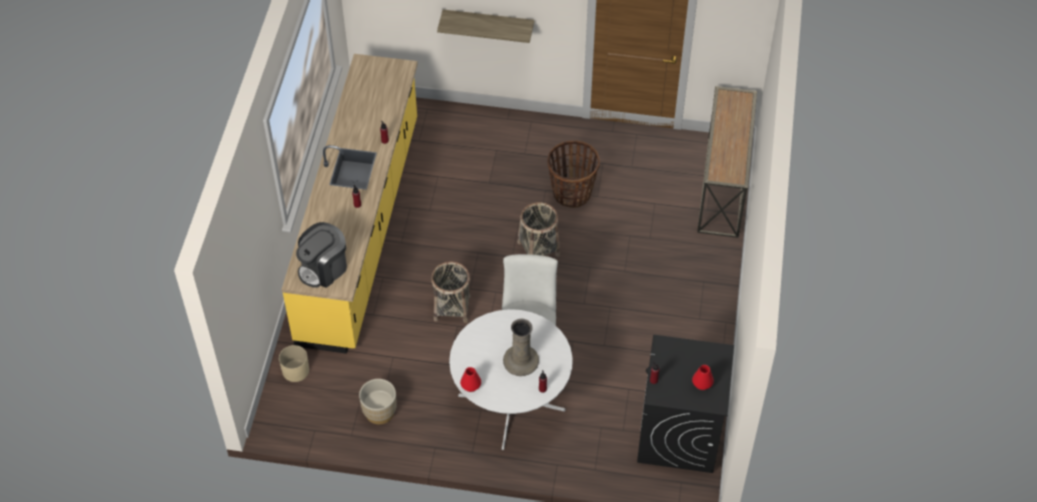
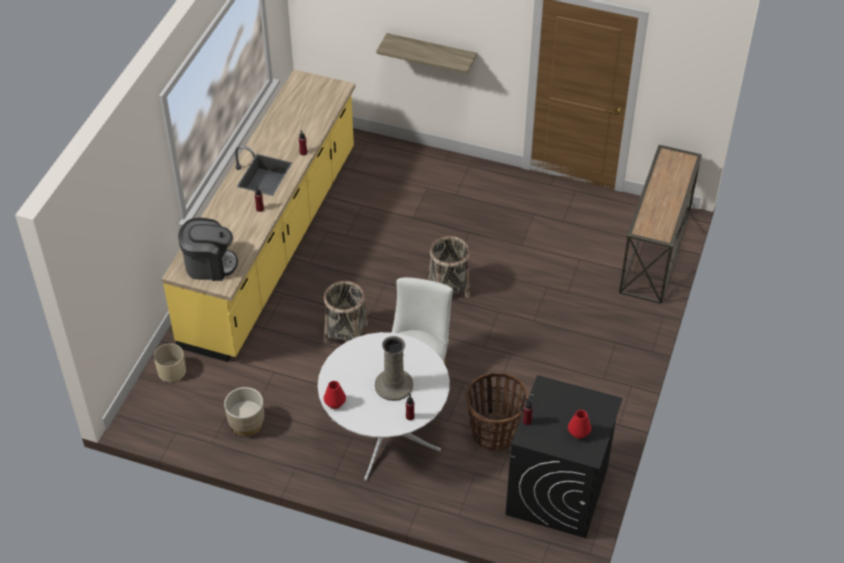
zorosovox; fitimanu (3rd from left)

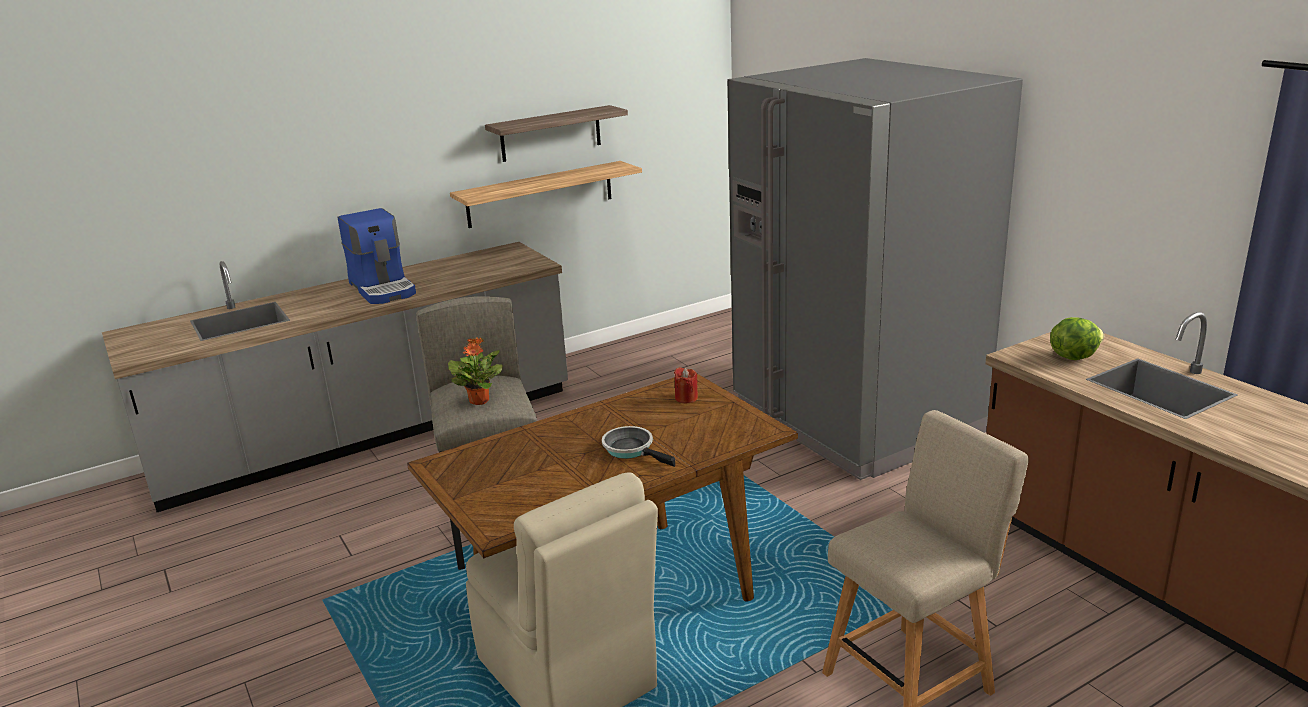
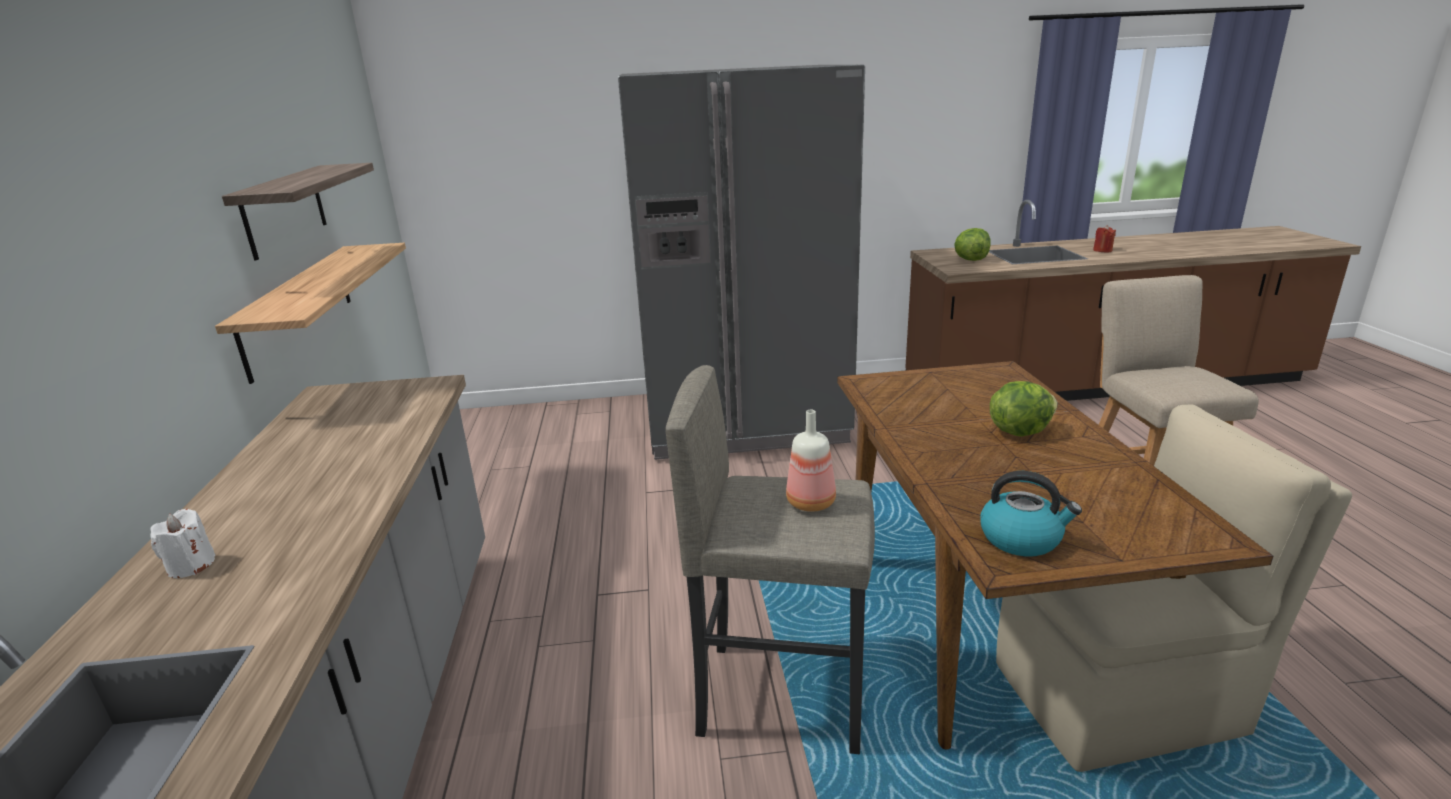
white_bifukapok; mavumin; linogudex; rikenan (2nd from left); red_bifukapok; zorosovox

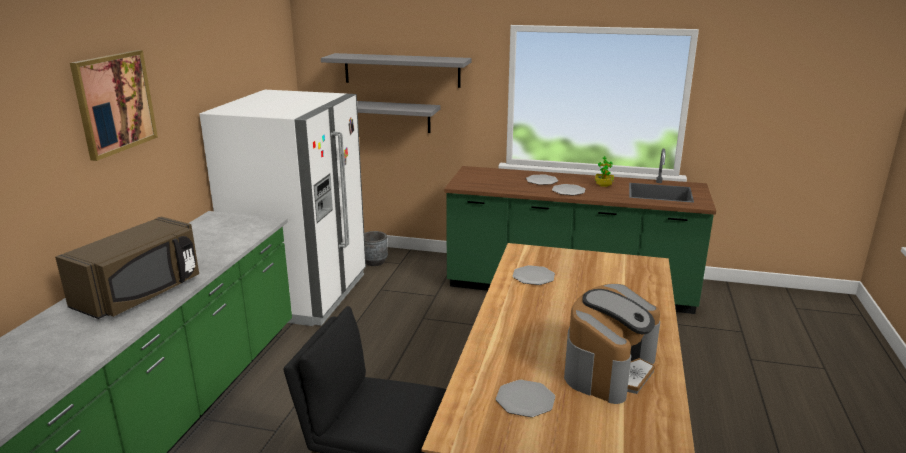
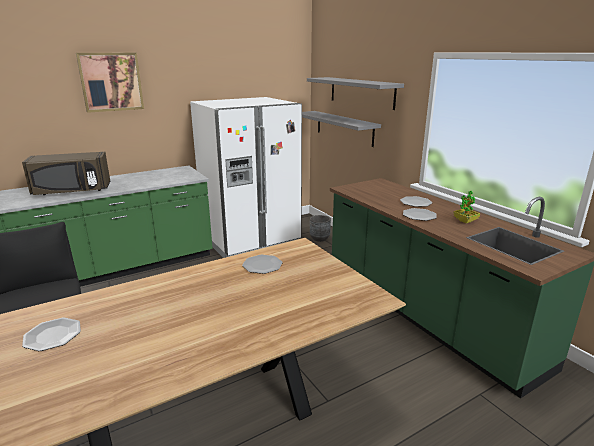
zorosovox

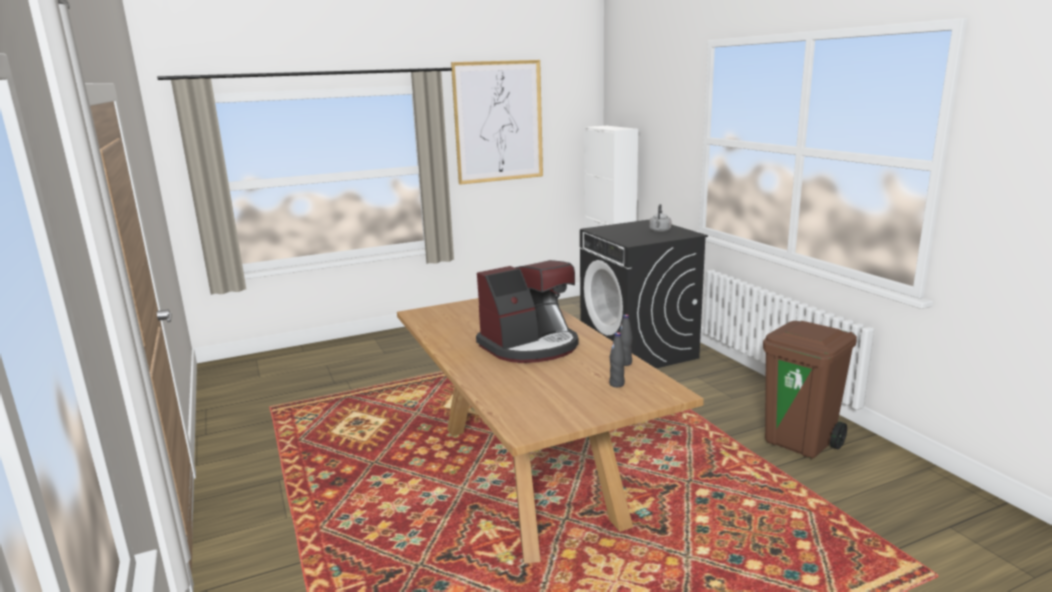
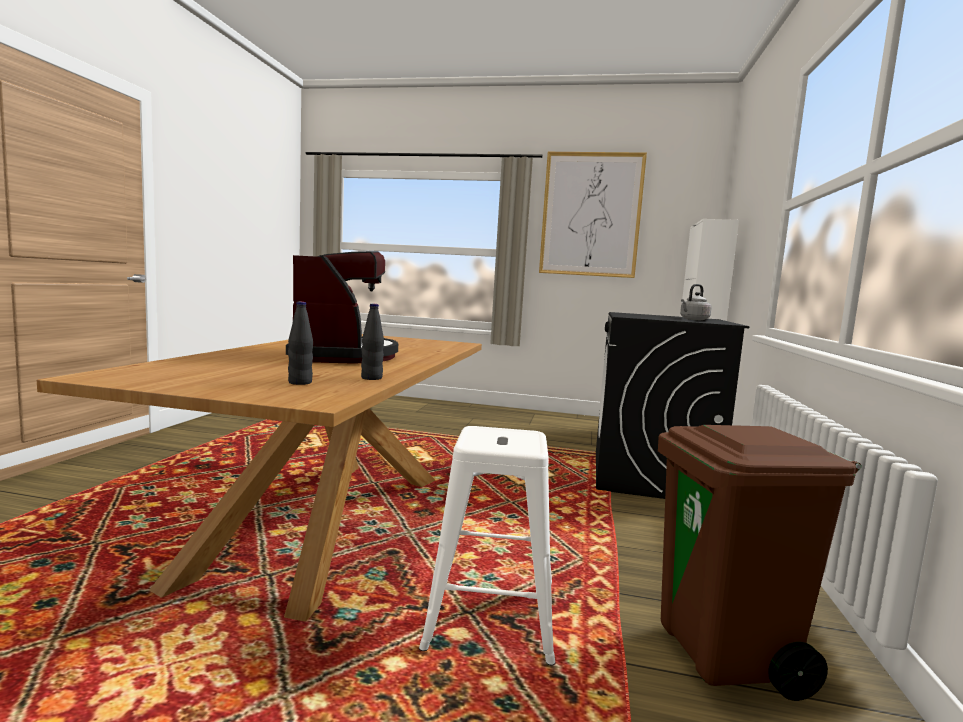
zorosovox; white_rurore

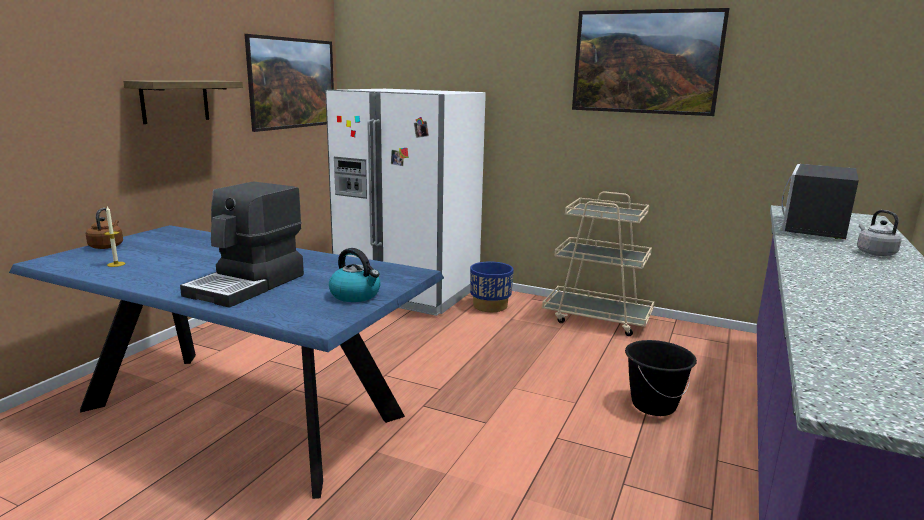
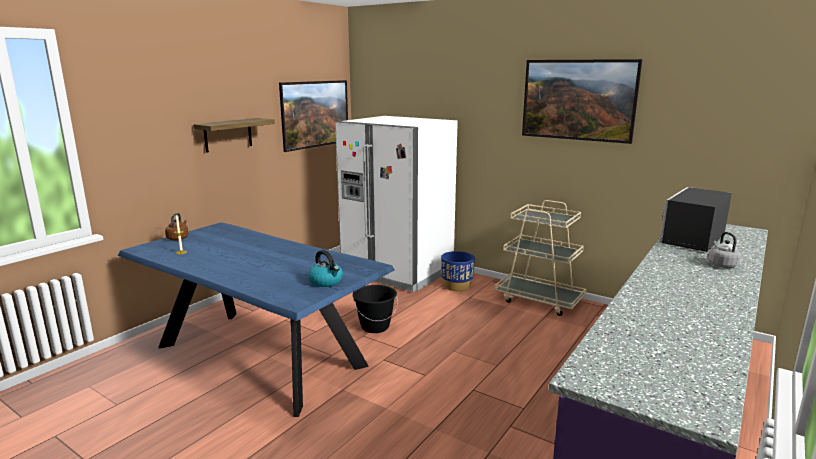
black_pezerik; zorosovox

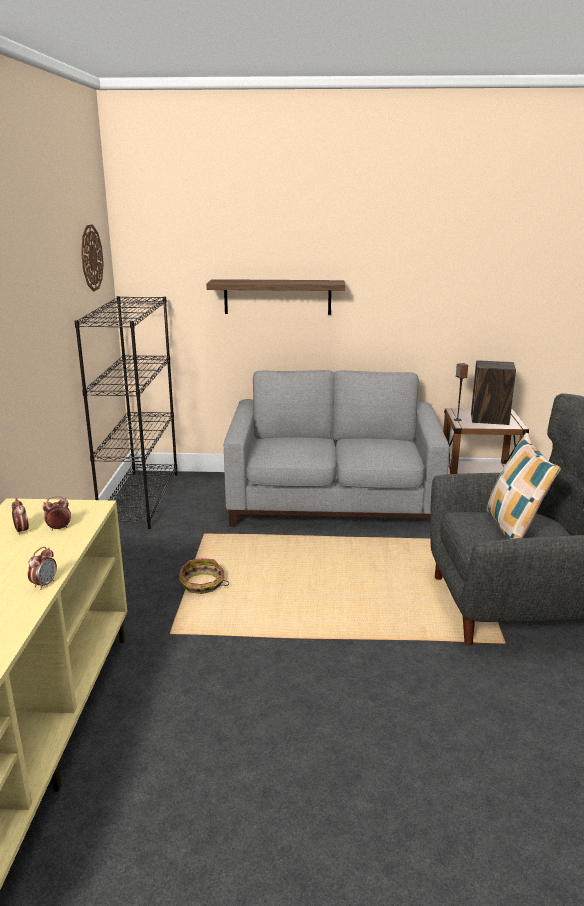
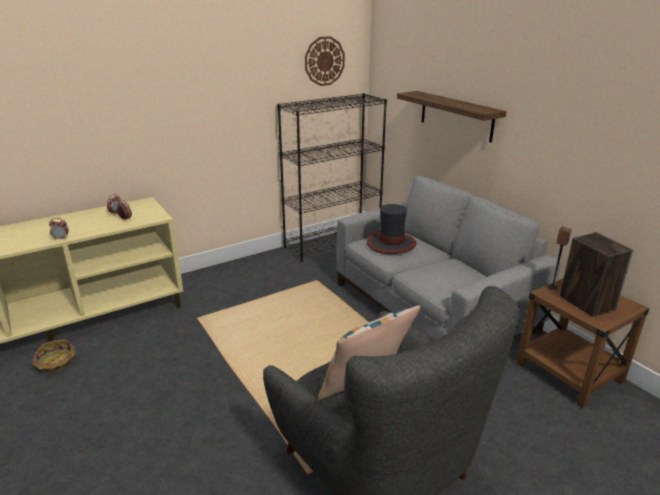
fitimanu; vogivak

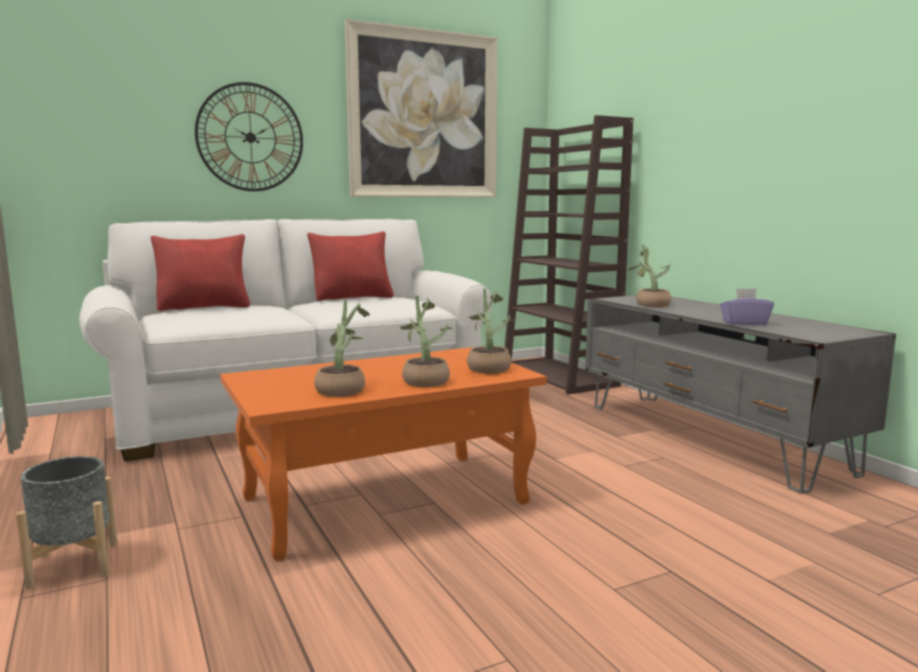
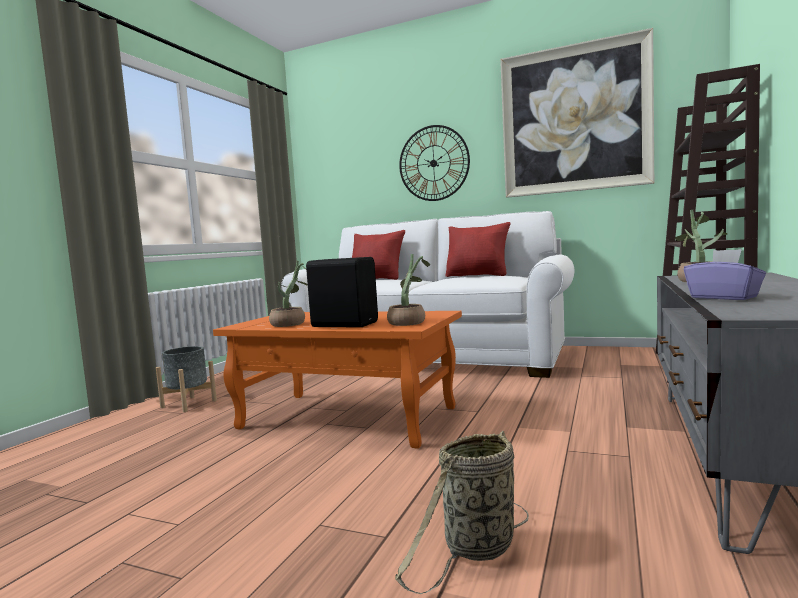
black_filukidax; fitimanu

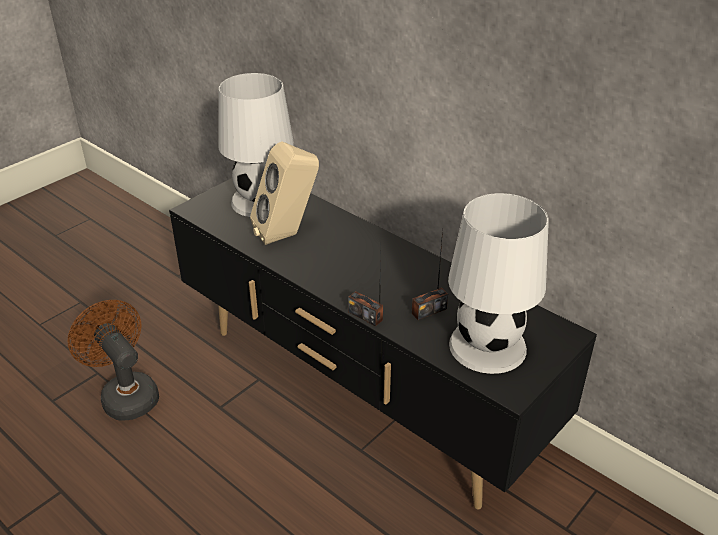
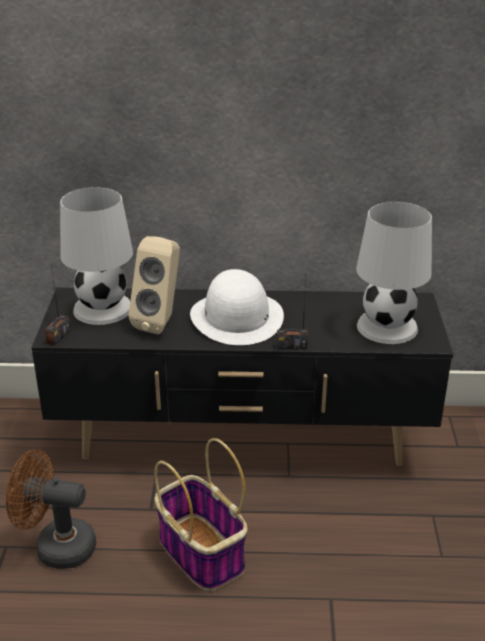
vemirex (1st from left); fitimanu; white_vogivak

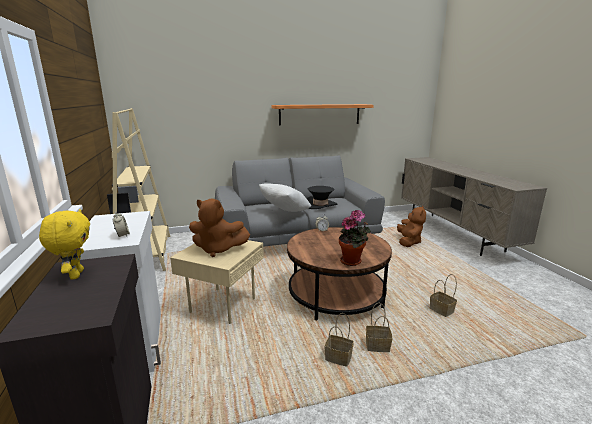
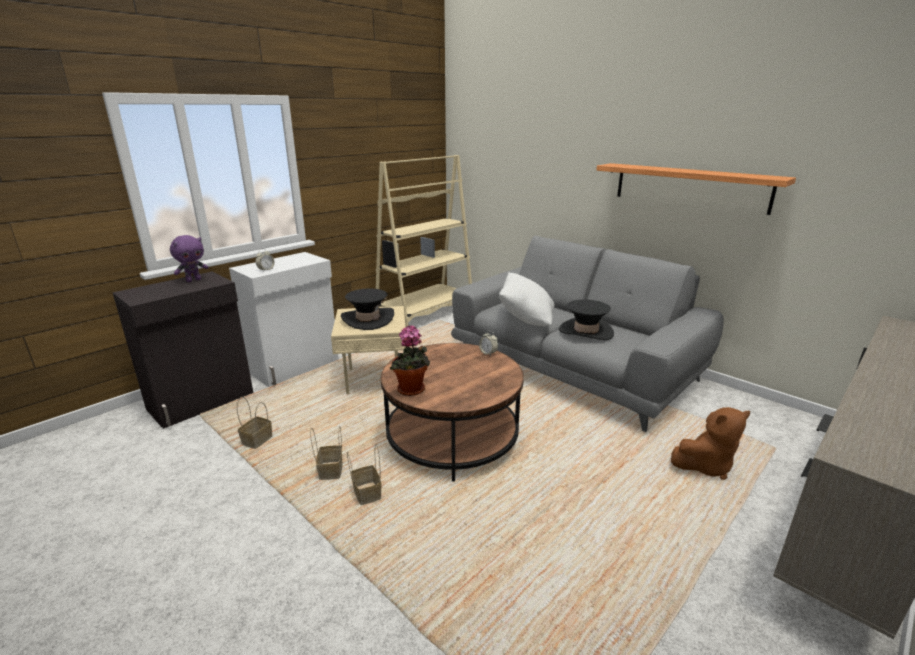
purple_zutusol; fitimanu (1st from left); black_vogivak (1st from left)

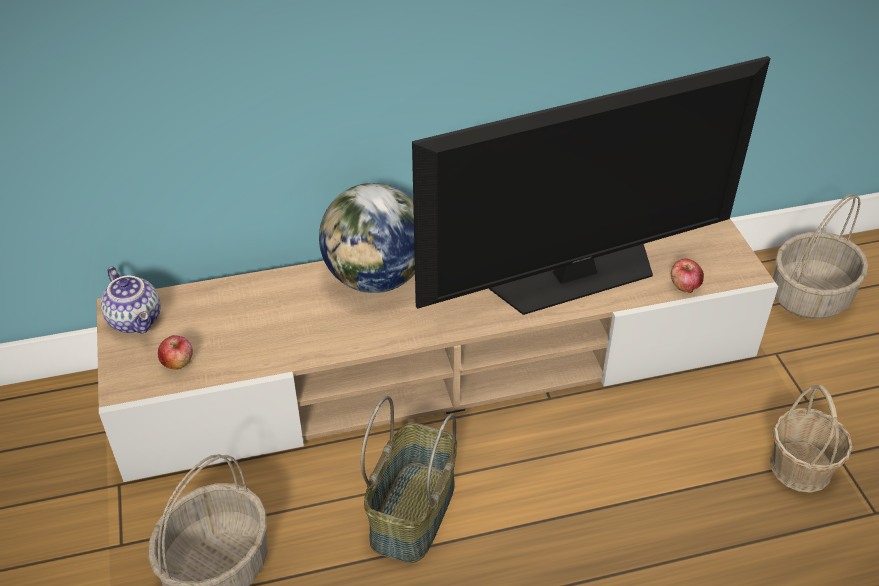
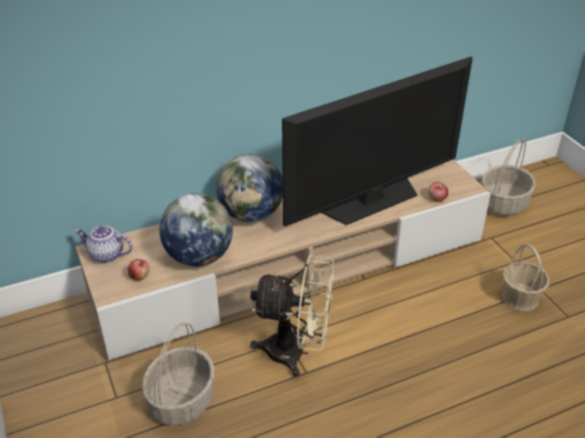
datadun; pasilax (1st from left); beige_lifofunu

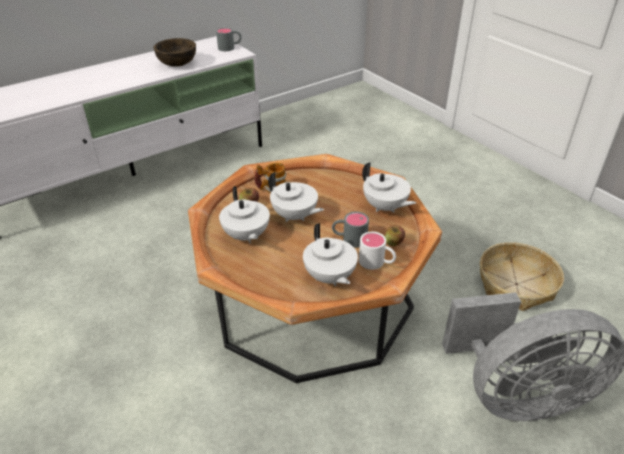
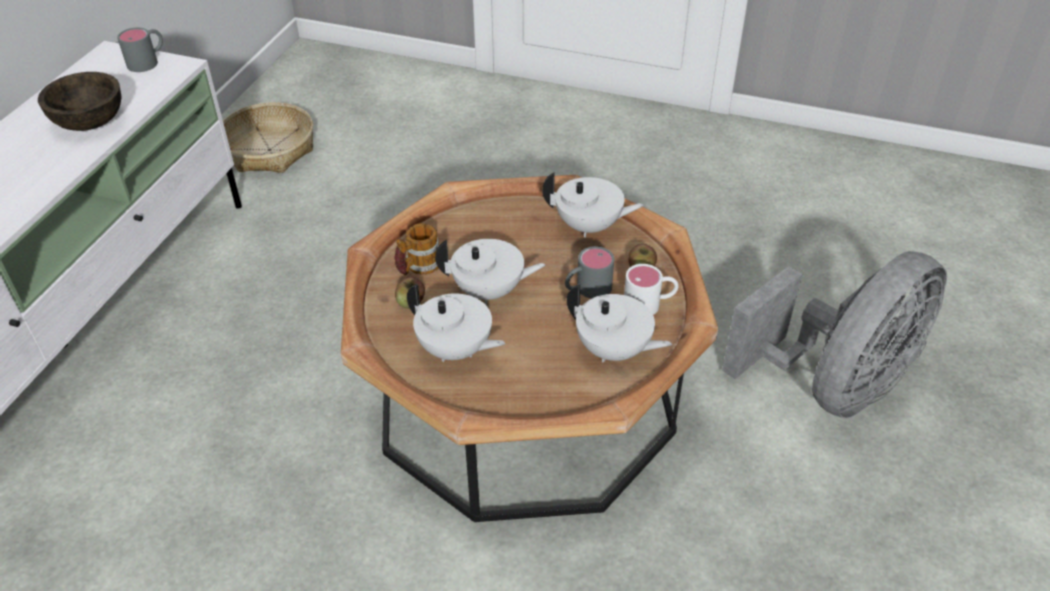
fitimanu

